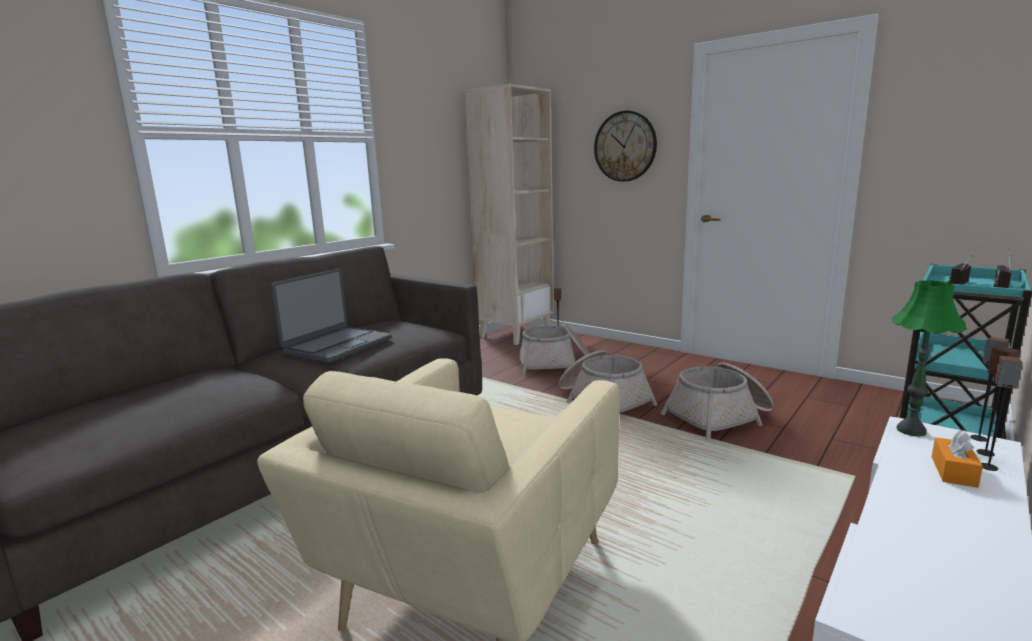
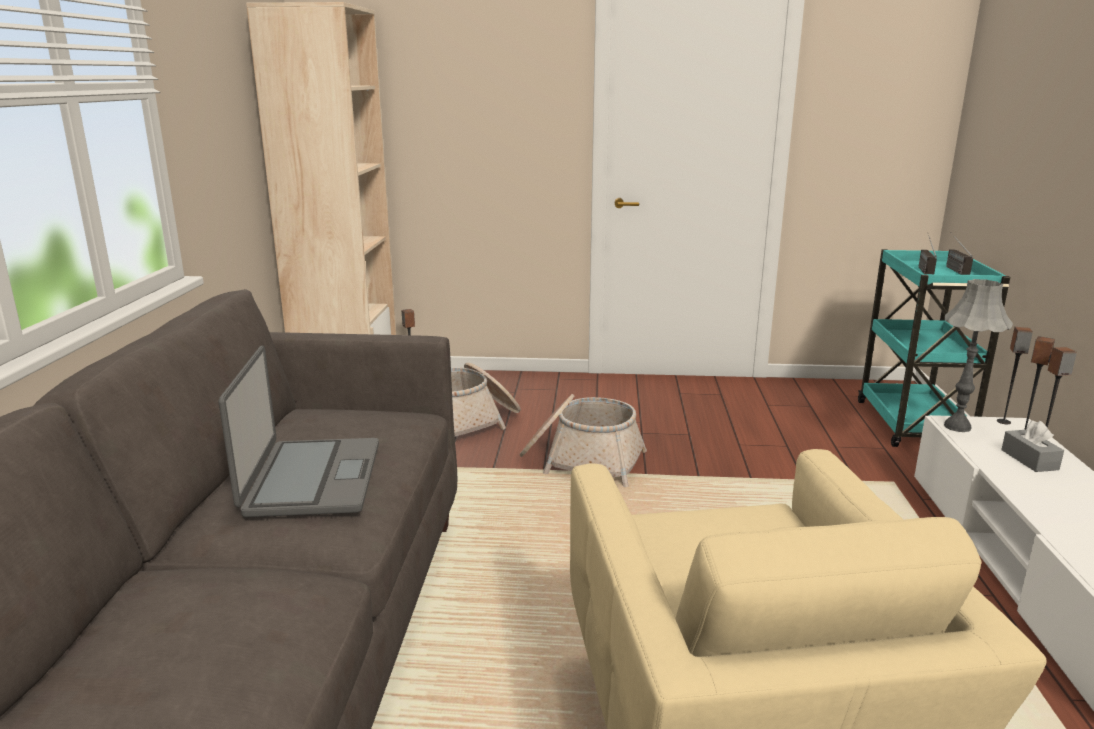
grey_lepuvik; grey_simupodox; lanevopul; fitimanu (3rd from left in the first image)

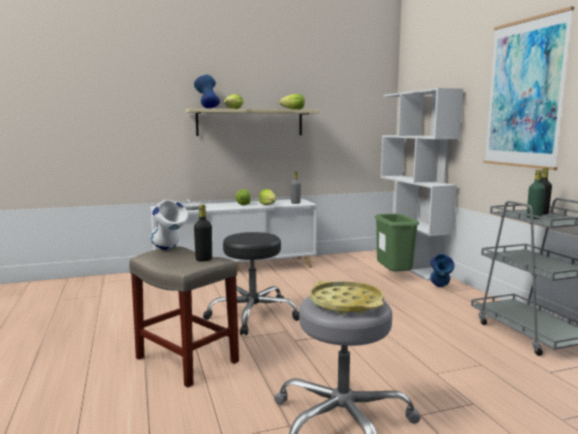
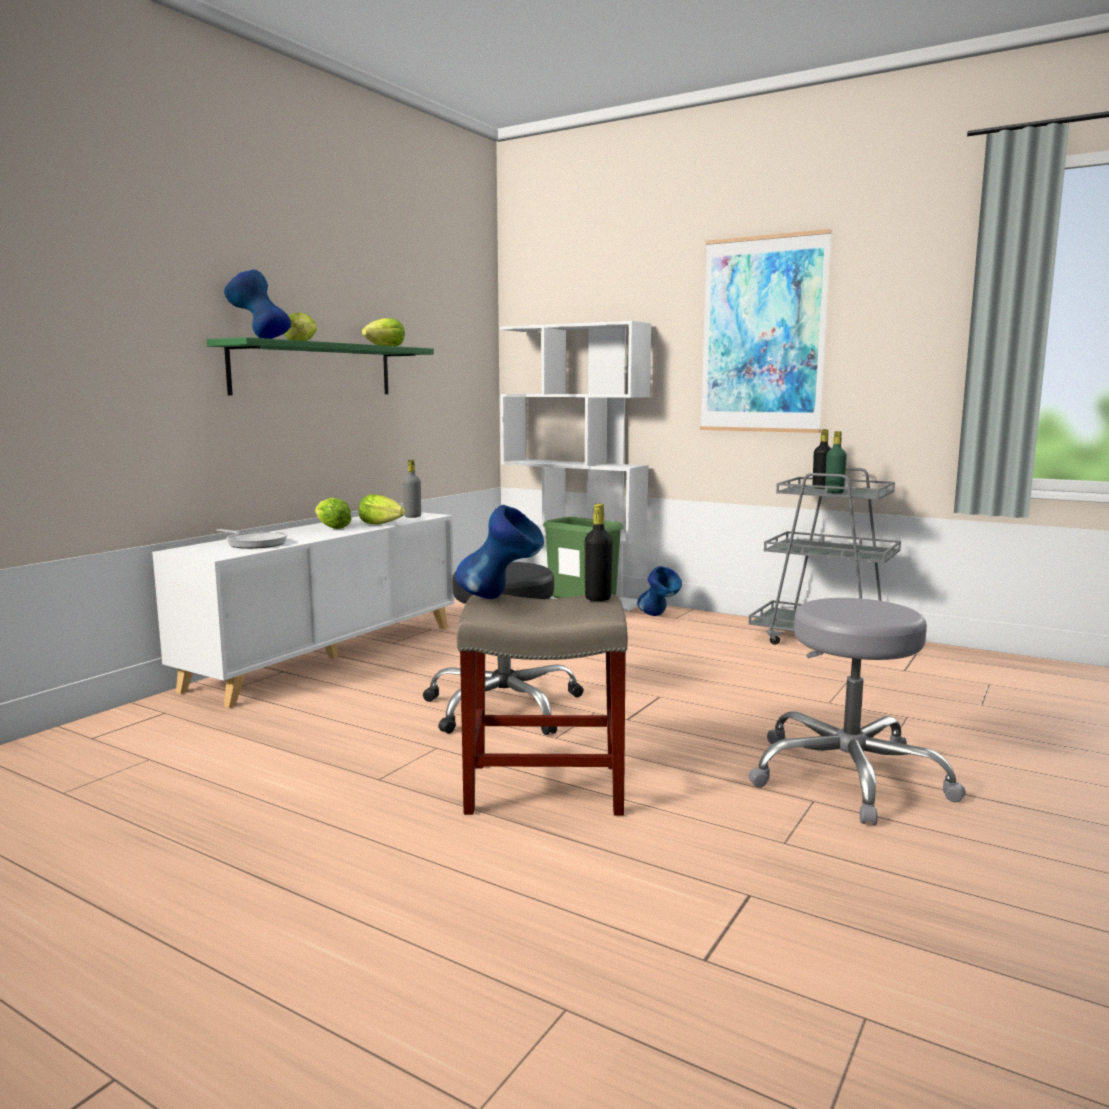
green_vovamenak; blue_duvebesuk (2nd from left); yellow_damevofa

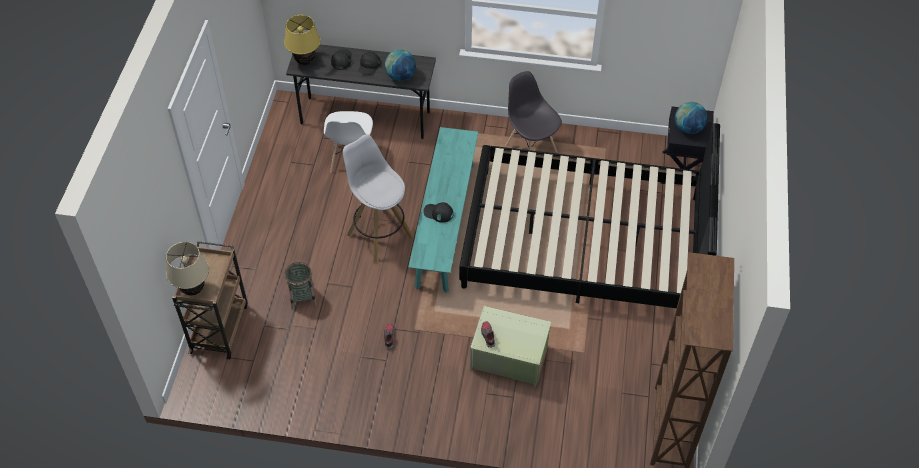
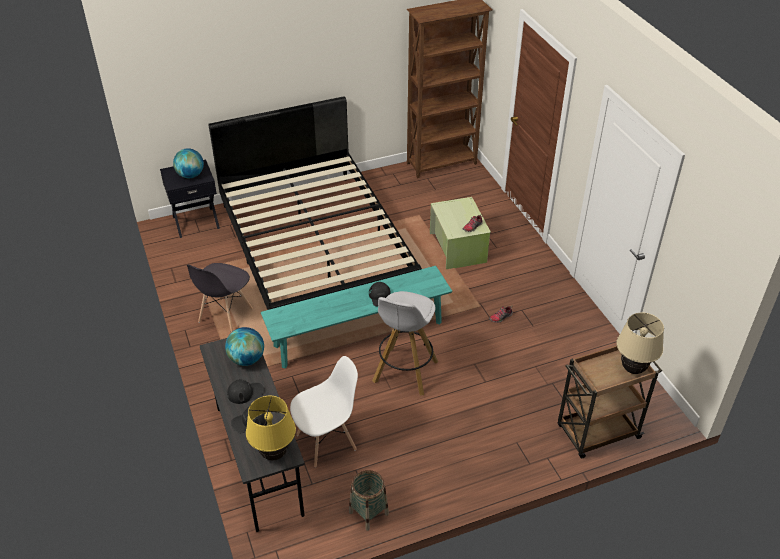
fitimanu

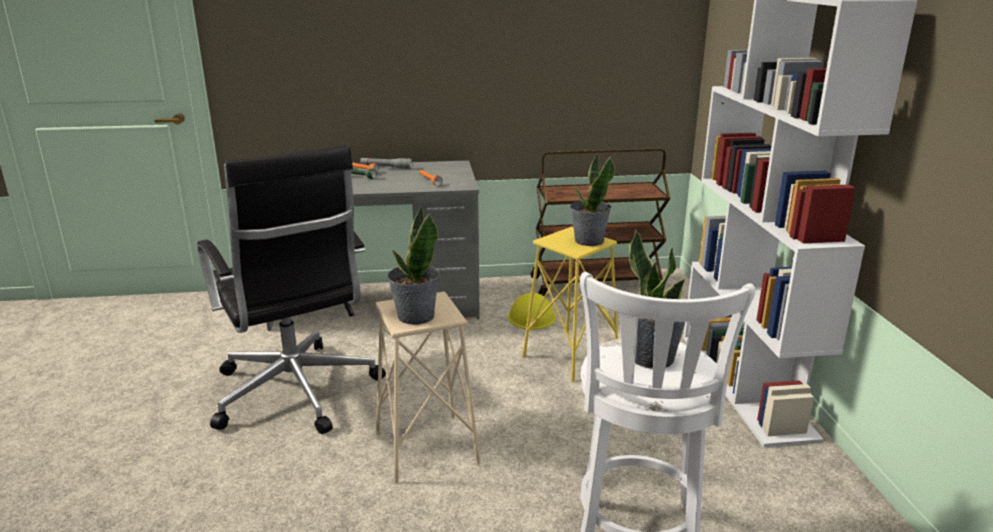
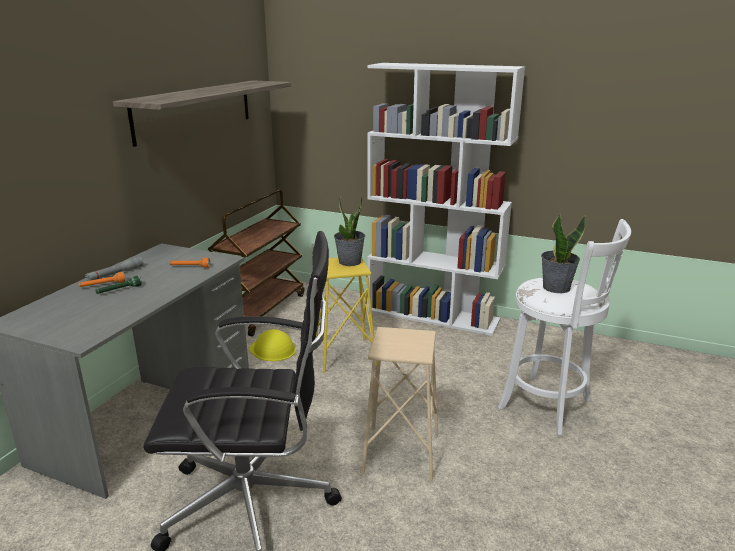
vovamenak; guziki (1st from left in the first image)

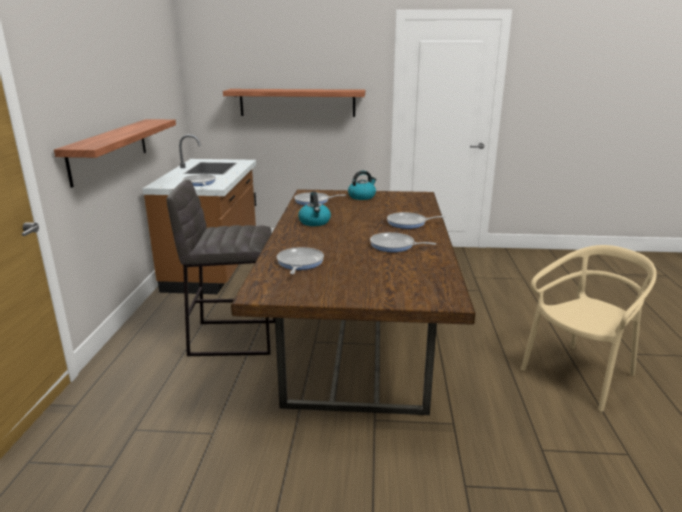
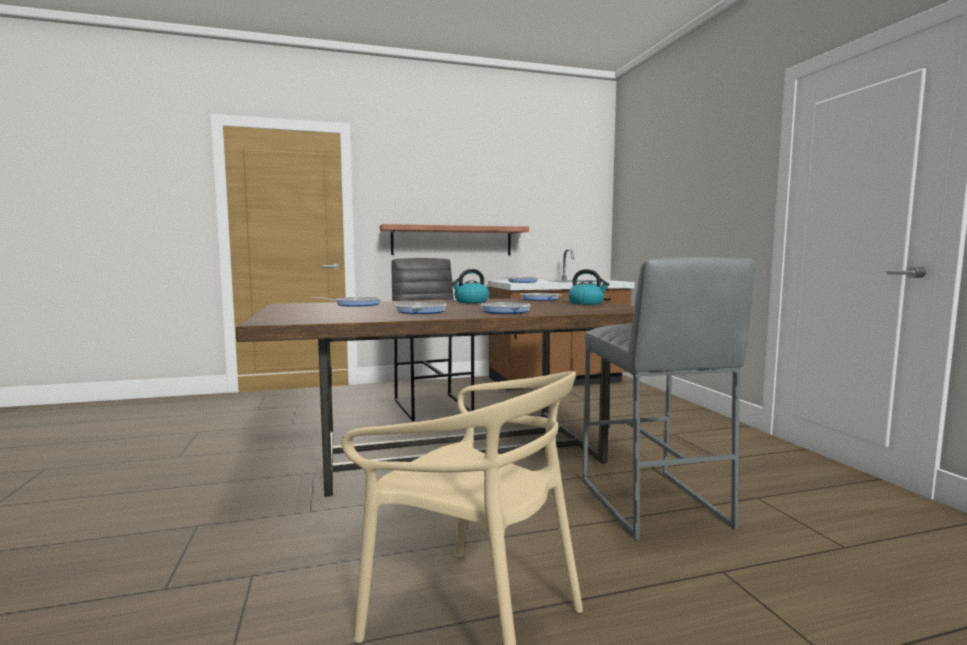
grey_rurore (2nd from left); vovamenak (2nd from left in the first image)

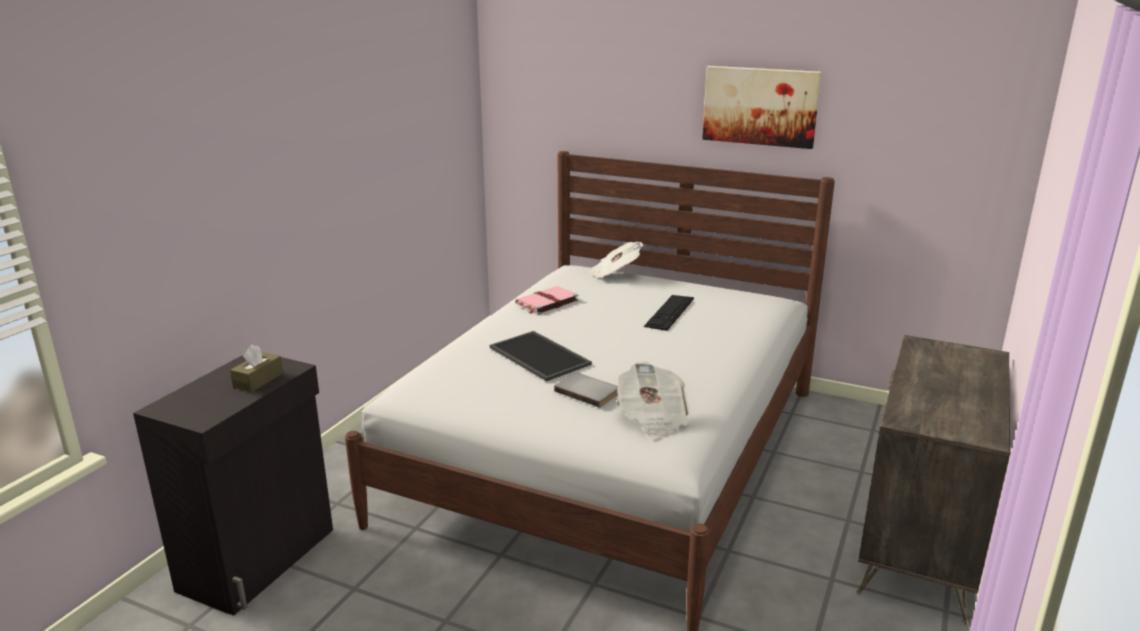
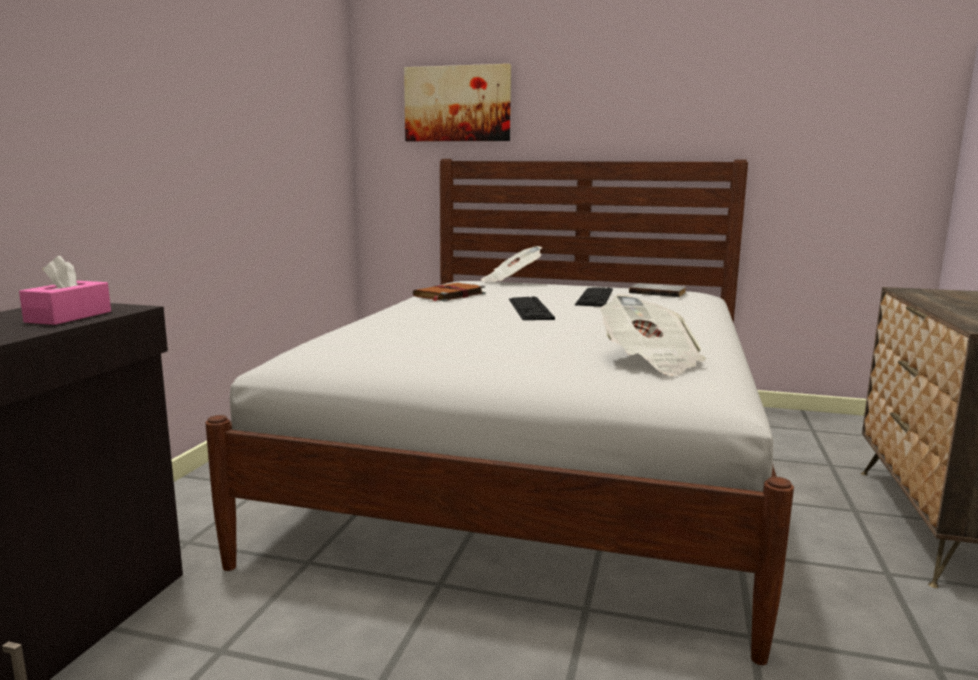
pink_simupodox; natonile; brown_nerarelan; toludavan (1st from left); grey_nerarelan; damevofa

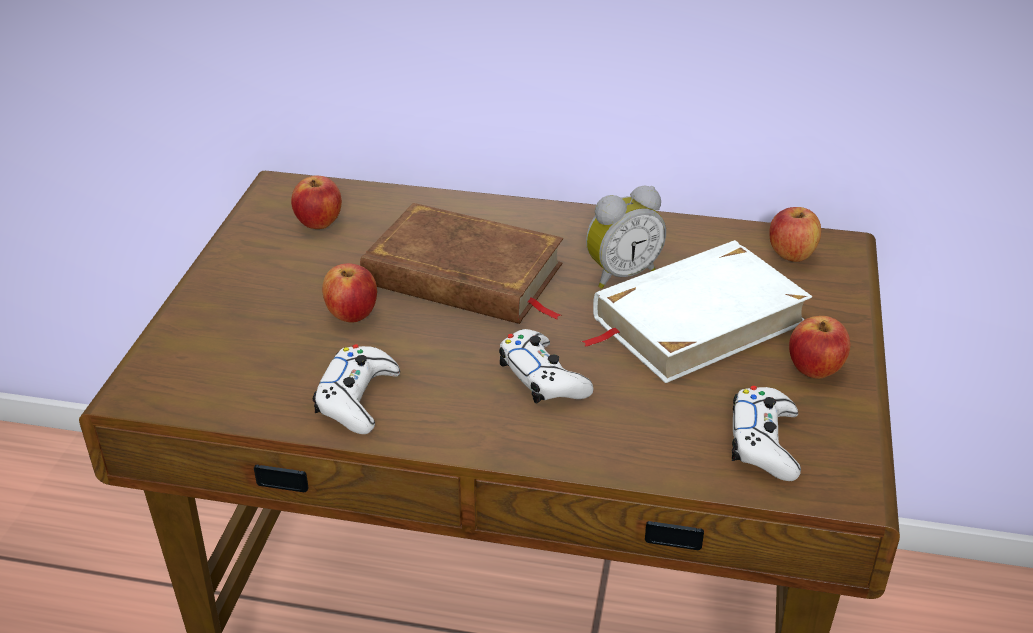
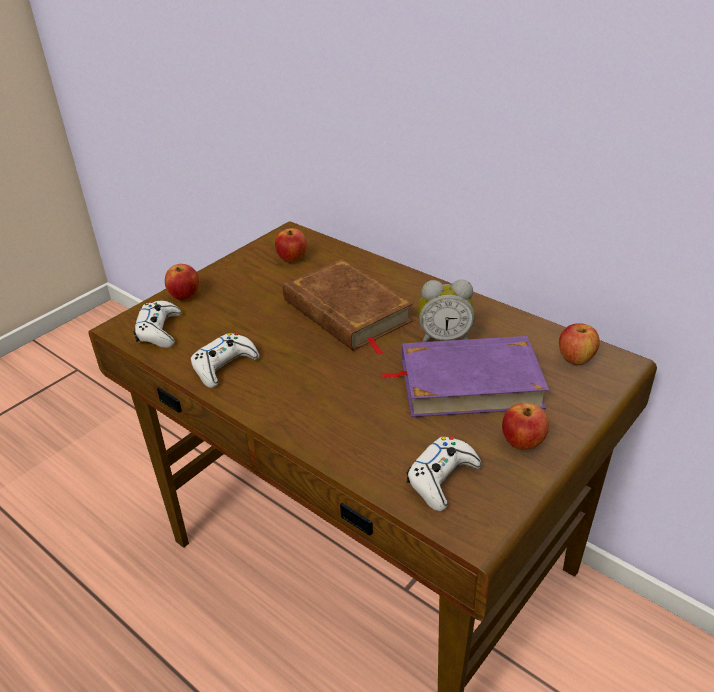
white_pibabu (1st from left); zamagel (1st from left); purple_nerarelan

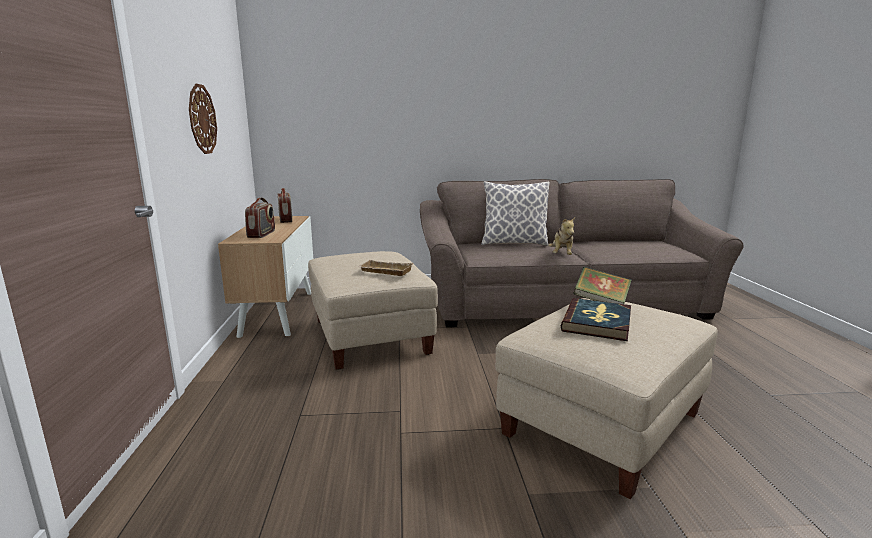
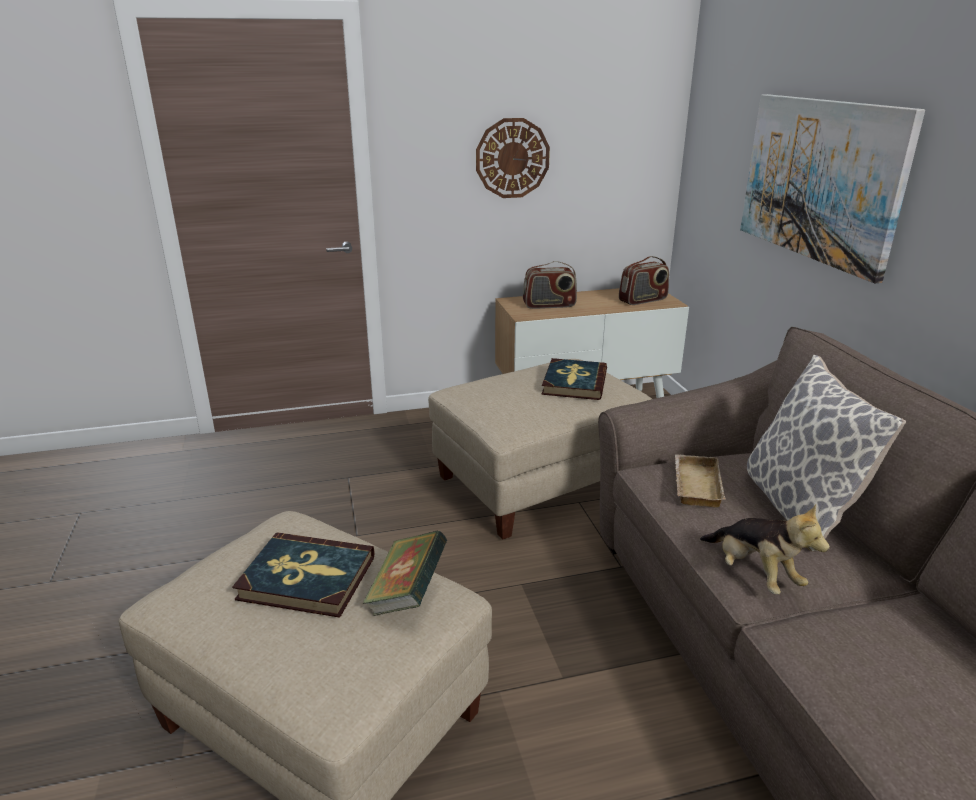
nerarelan (3rd from left); beige_damevofa; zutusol; natonile

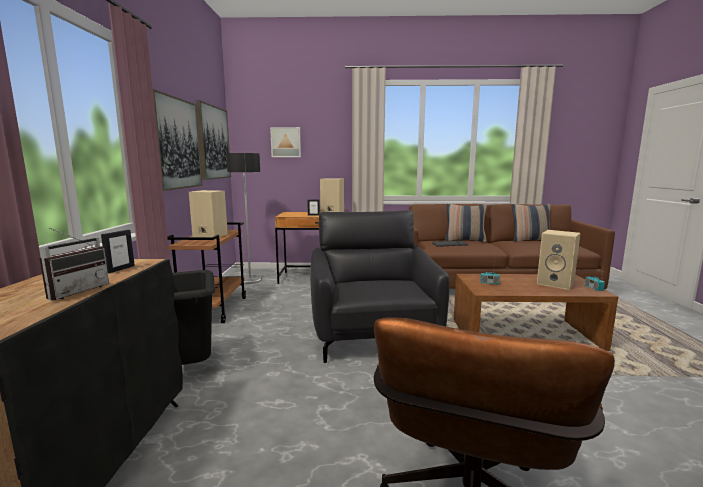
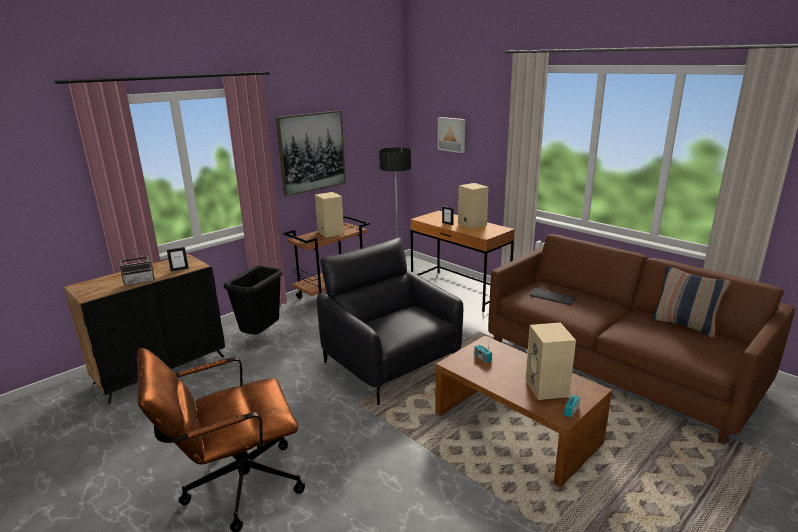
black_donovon; natonile (2nd from left in the first image); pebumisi (1st from left in the first image)

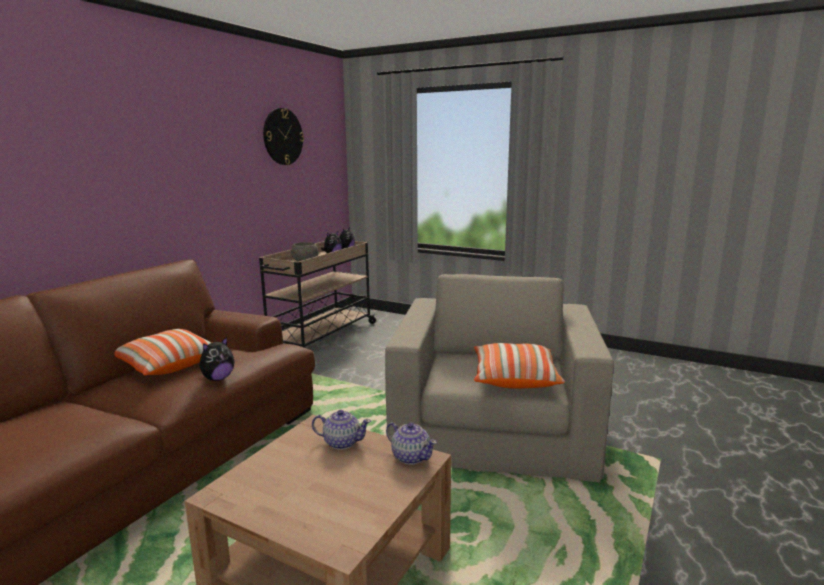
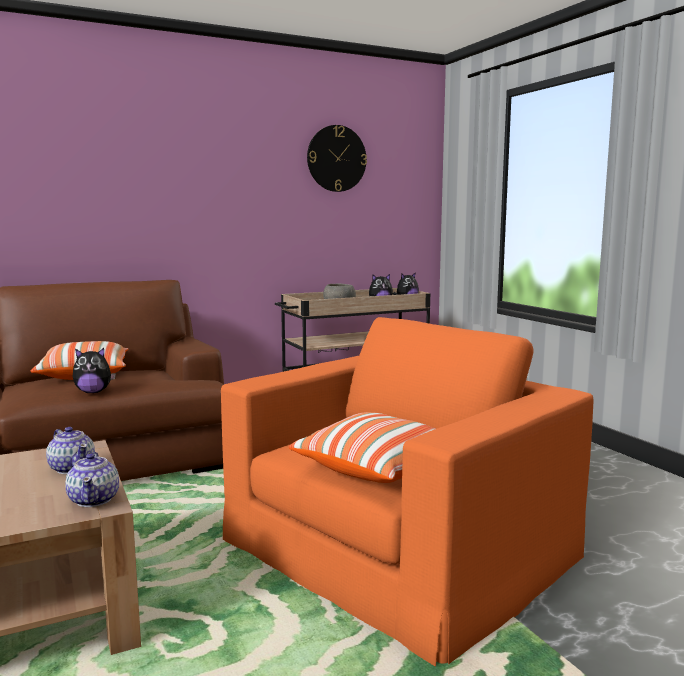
orange_donovon

